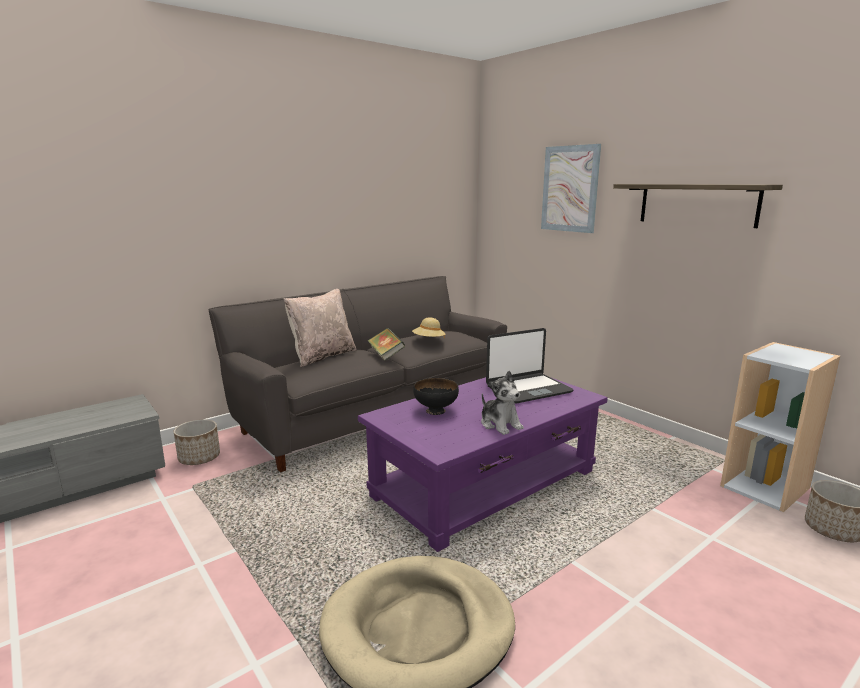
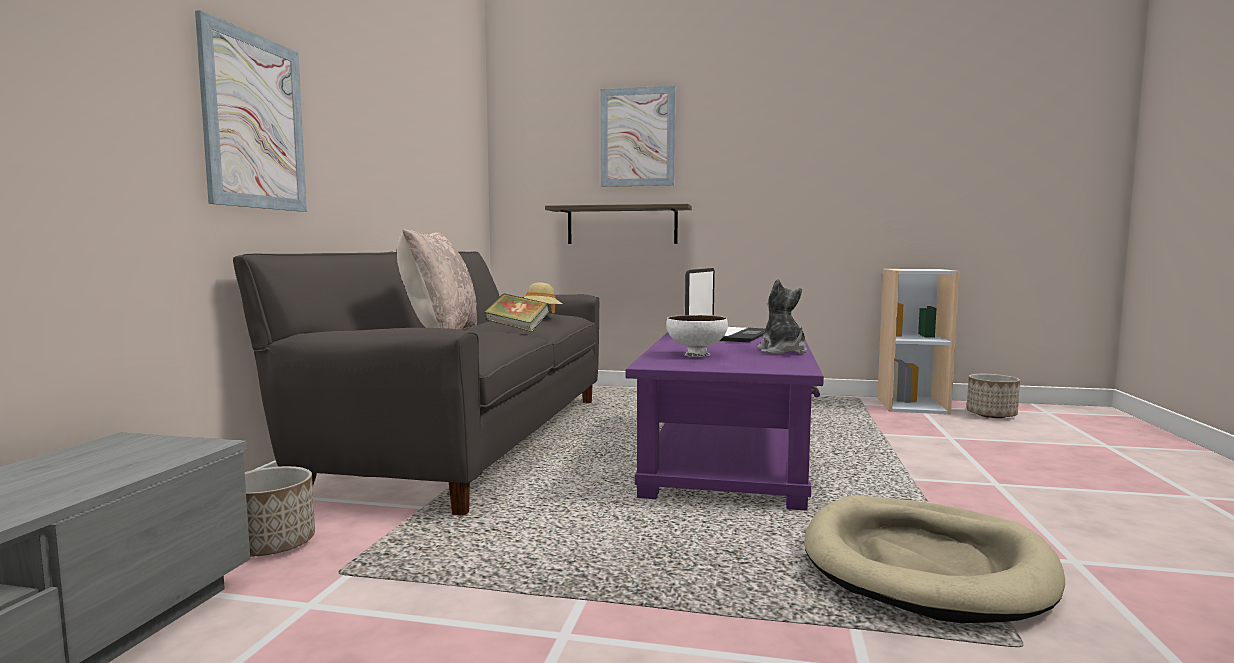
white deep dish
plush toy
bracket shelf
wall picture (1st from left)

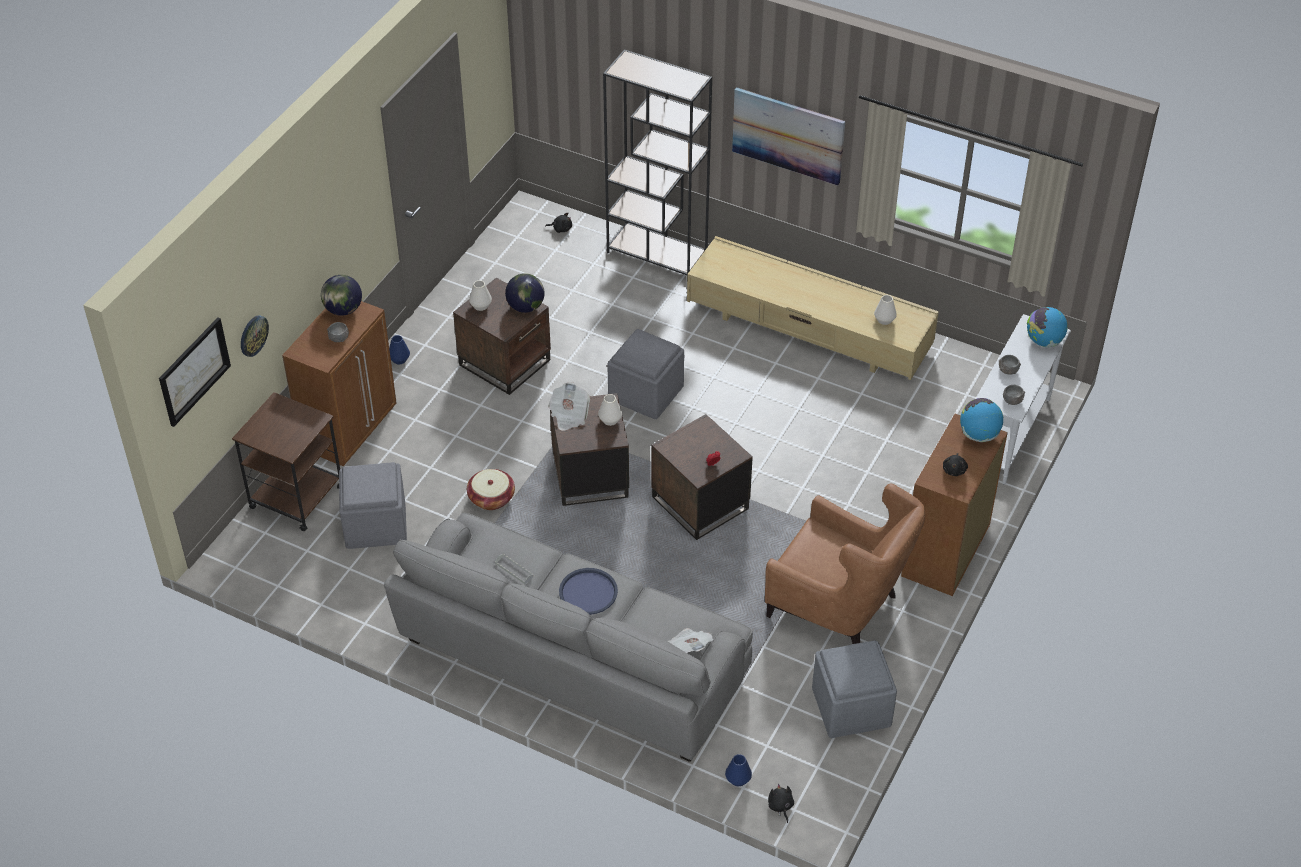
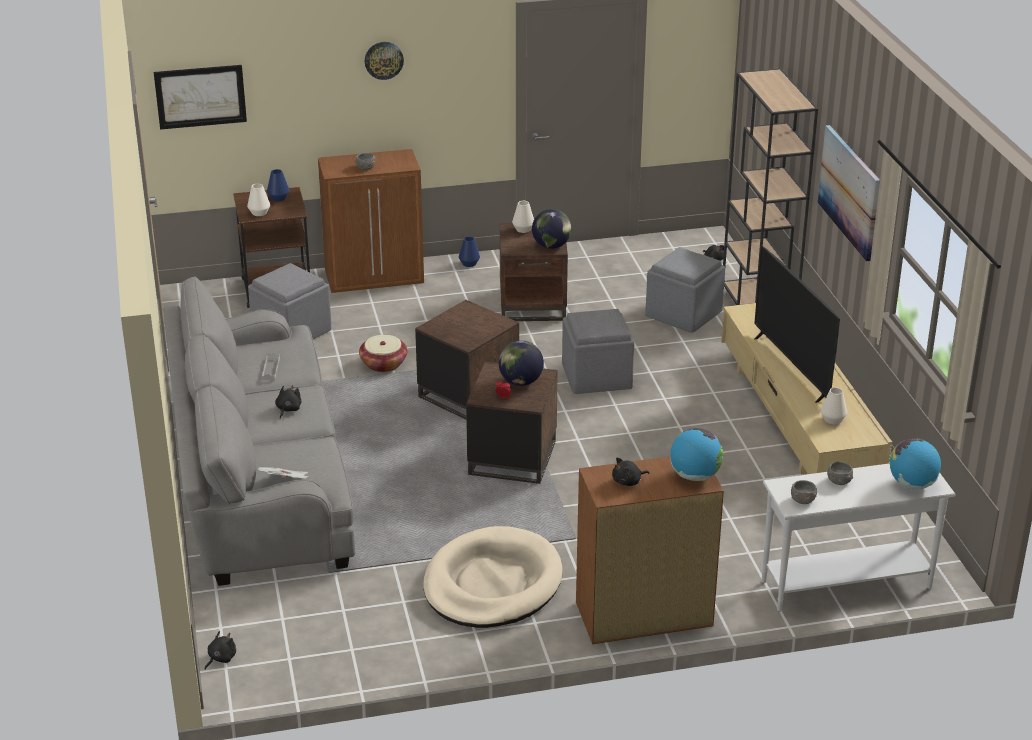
clock on the wall
globe (1st from left)
newspaper (1st from left in the first image)
black plush toy (2nd from left)
white decorative vase (1st from left)
bluish decorative vase (1st from left)
beige-coloured pet bed
grey pouffe (3rd from left)
television

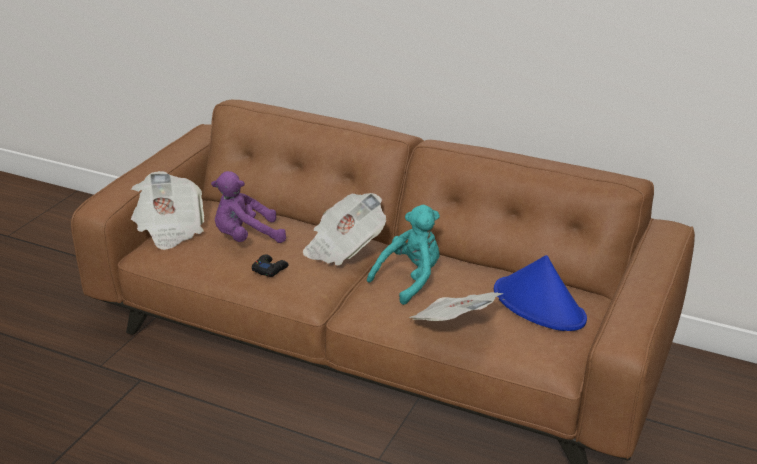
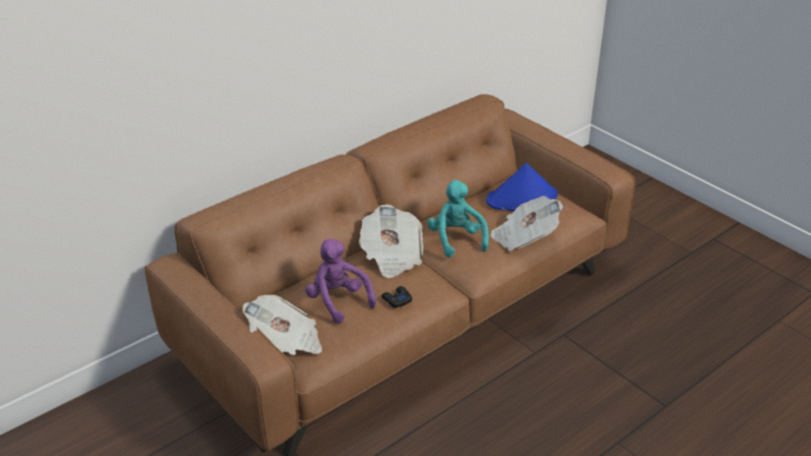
purple-coloured plush toy

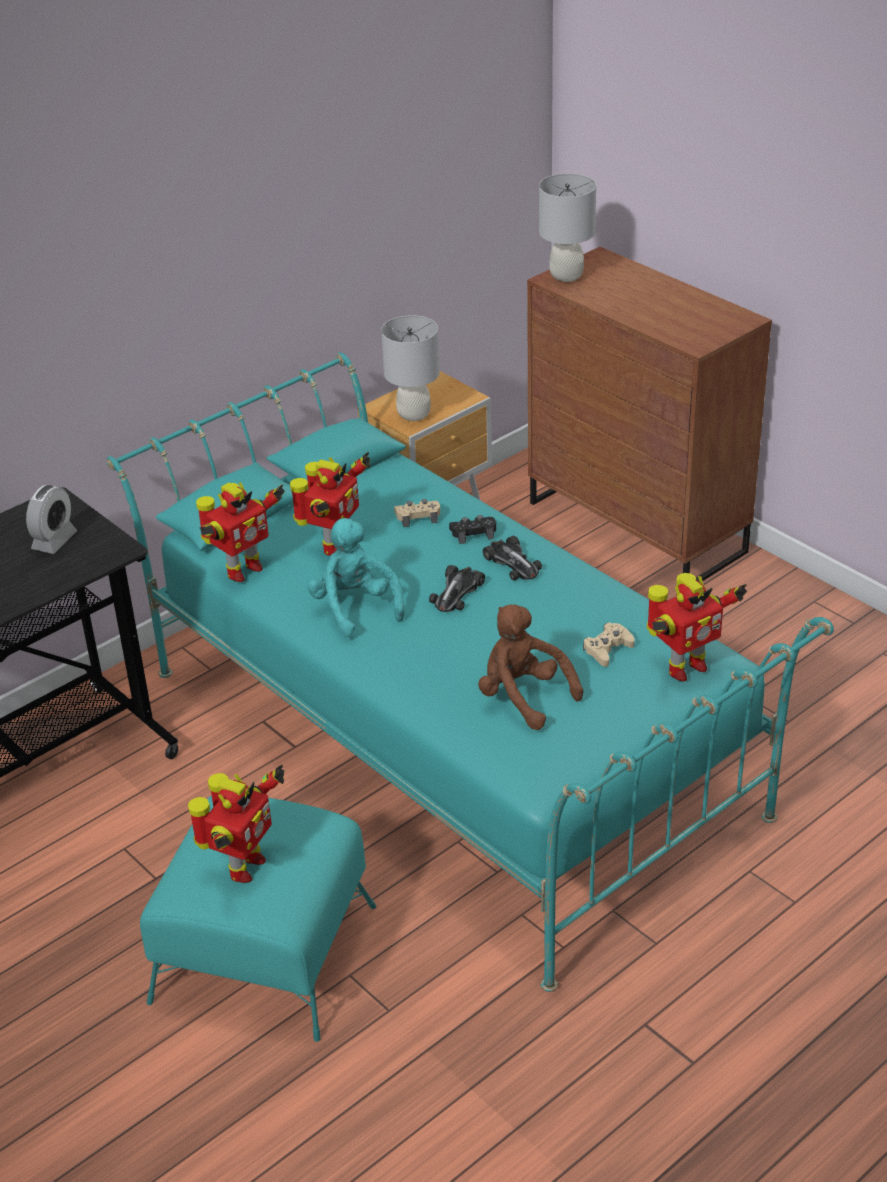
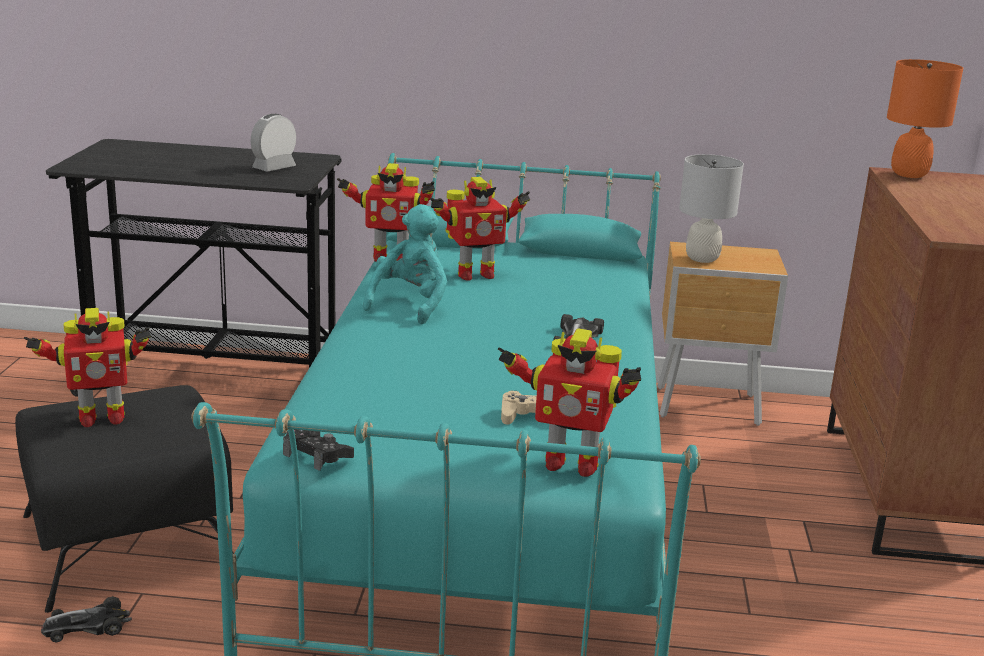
table clock
black pouffe
beige-coloured gamepad (1st from left in the first image)
toy car (1st from left)
black gamepad
brown-coloured plush toy
orange-coloured lamp for a table

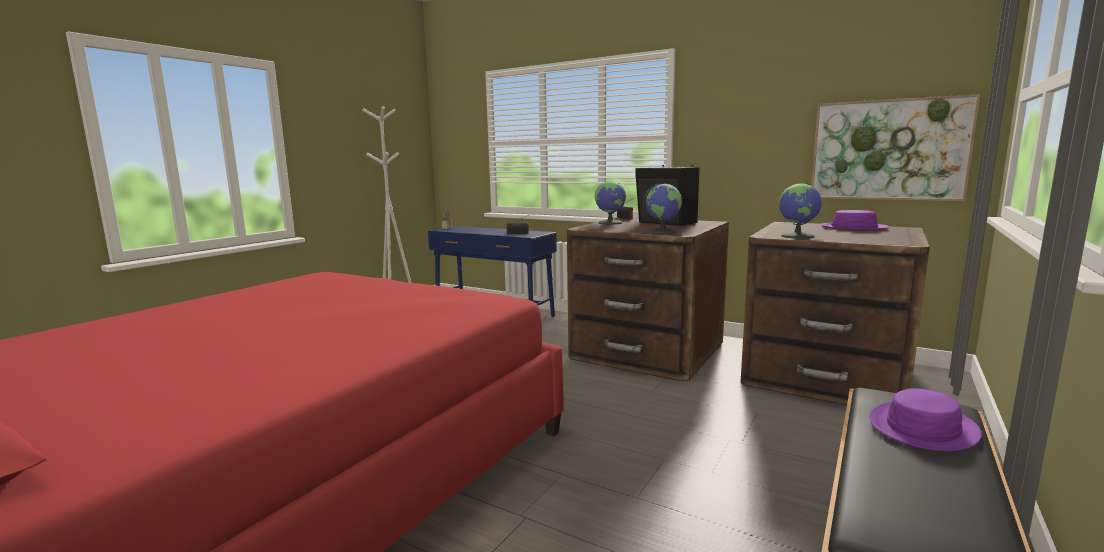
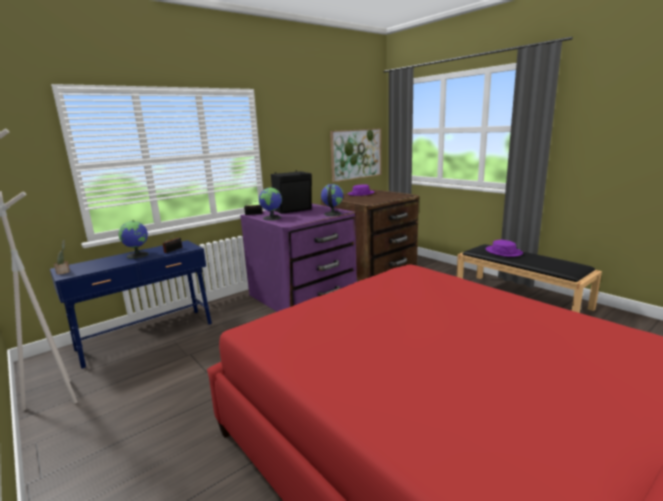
purple-coloured chest of drawers
globe (1st from left)

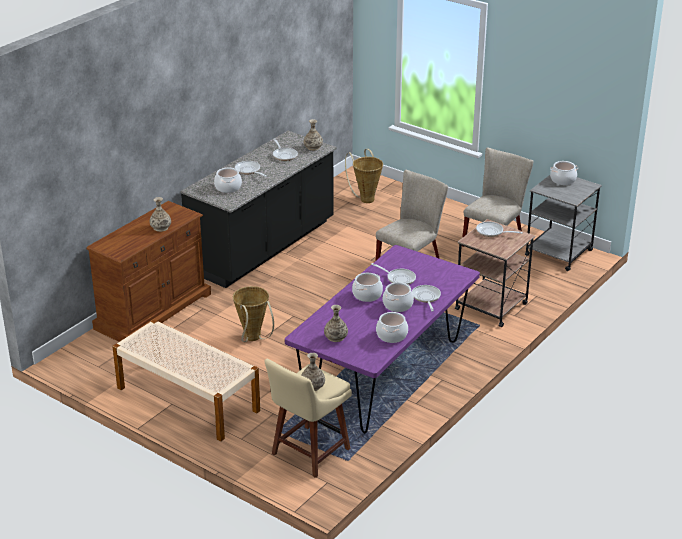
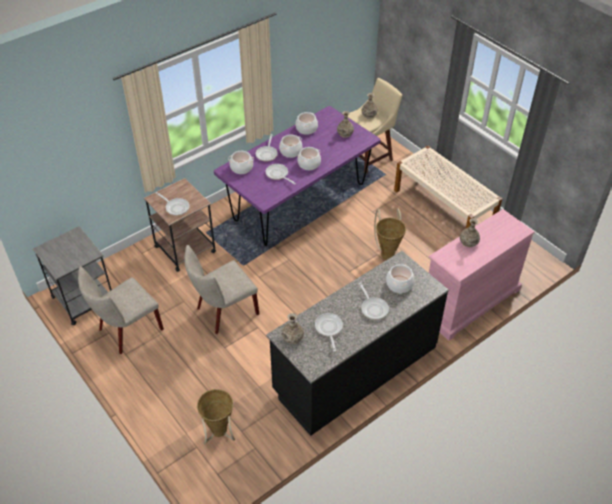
pink-coloured chest of drawers
stockpot (1st from left)

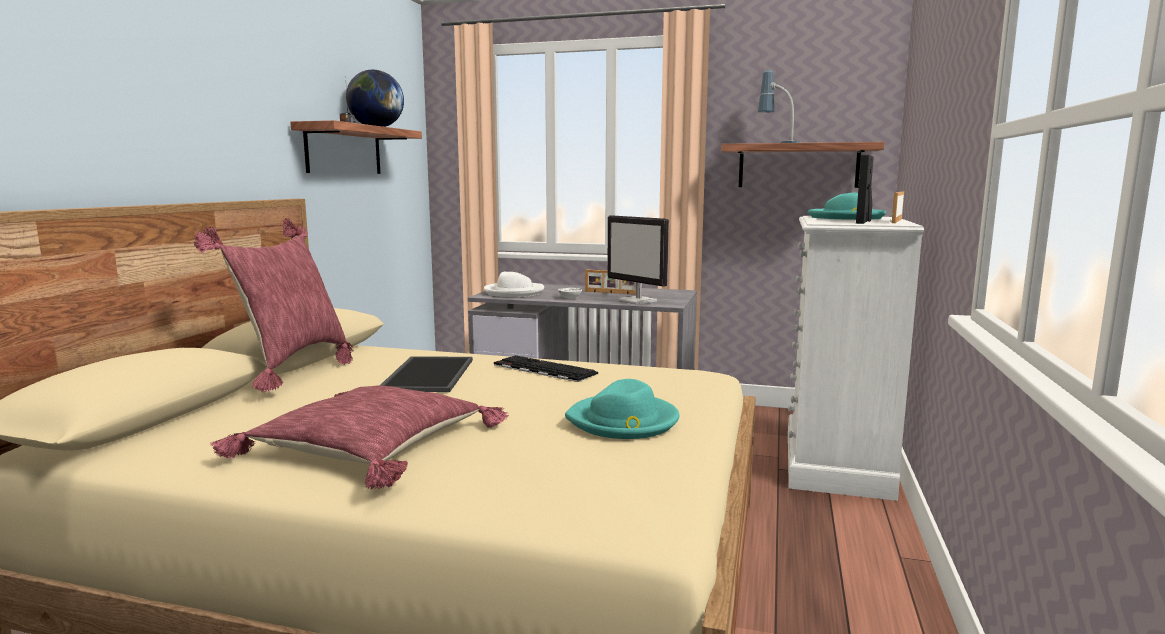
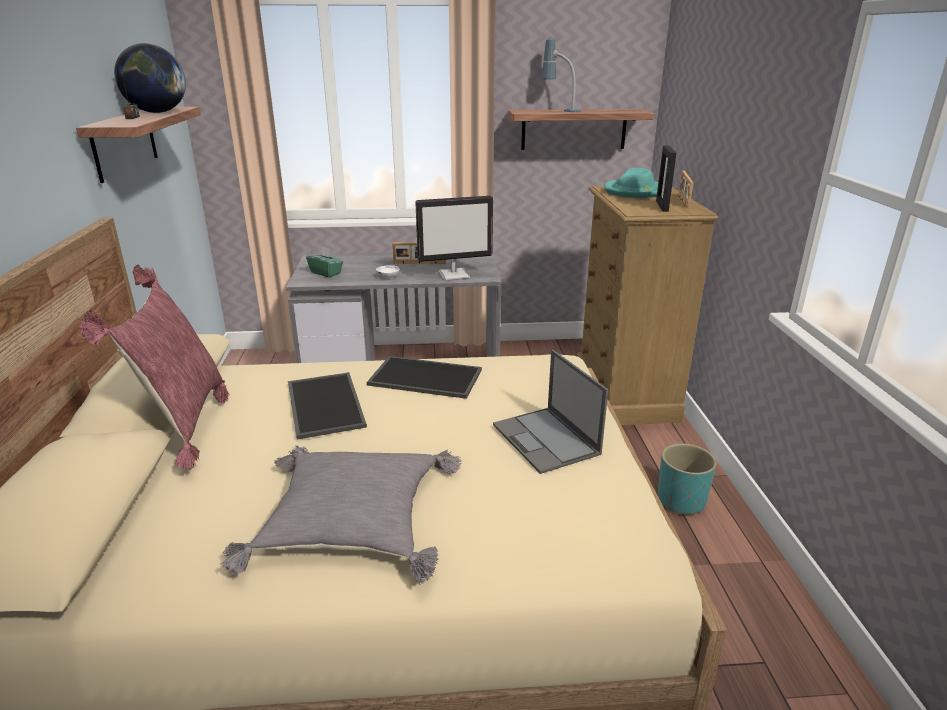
grey cushion
green tissue holder
carrying tray (2nd from left)
laptop
computer screen
brown-coloured chest of drawers
blue-green plant pot

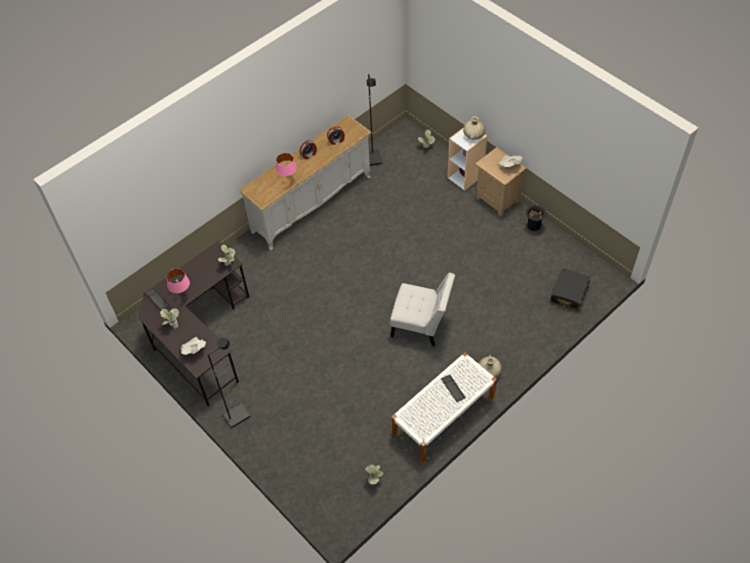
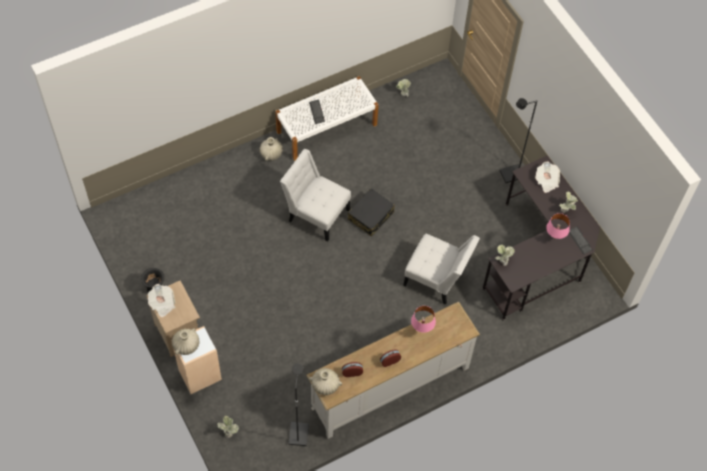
black suitcase
beige-coloured decorative vase (3rd from left)
white chair (2nd from left)

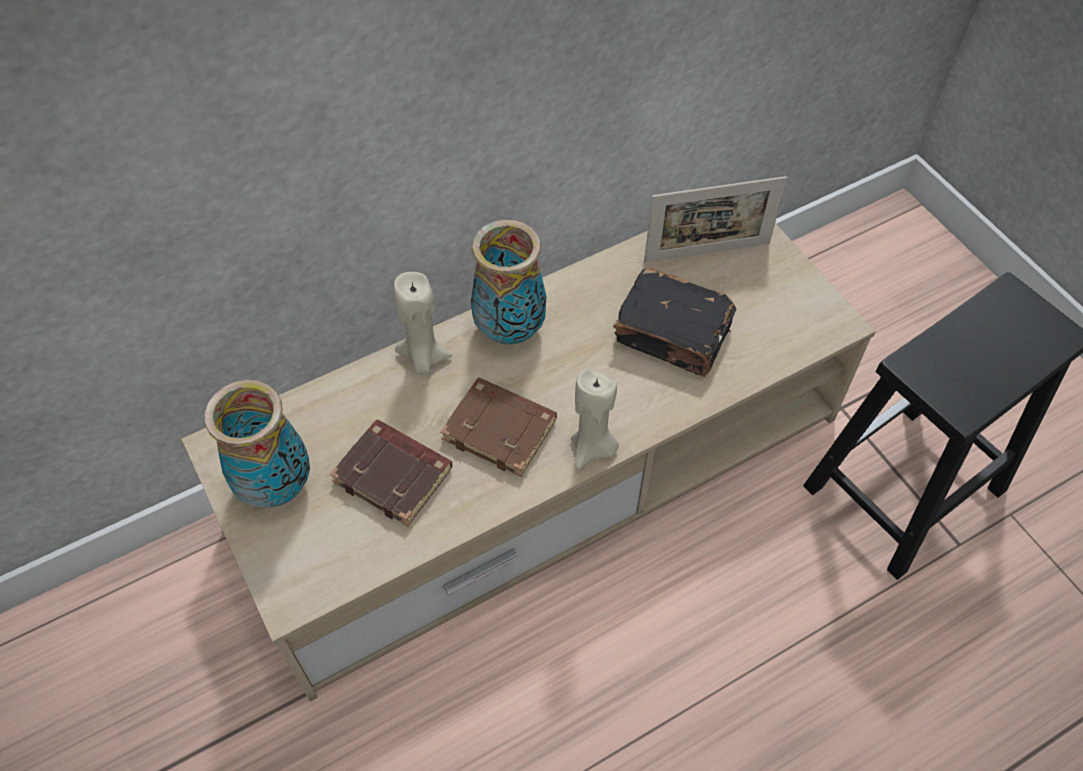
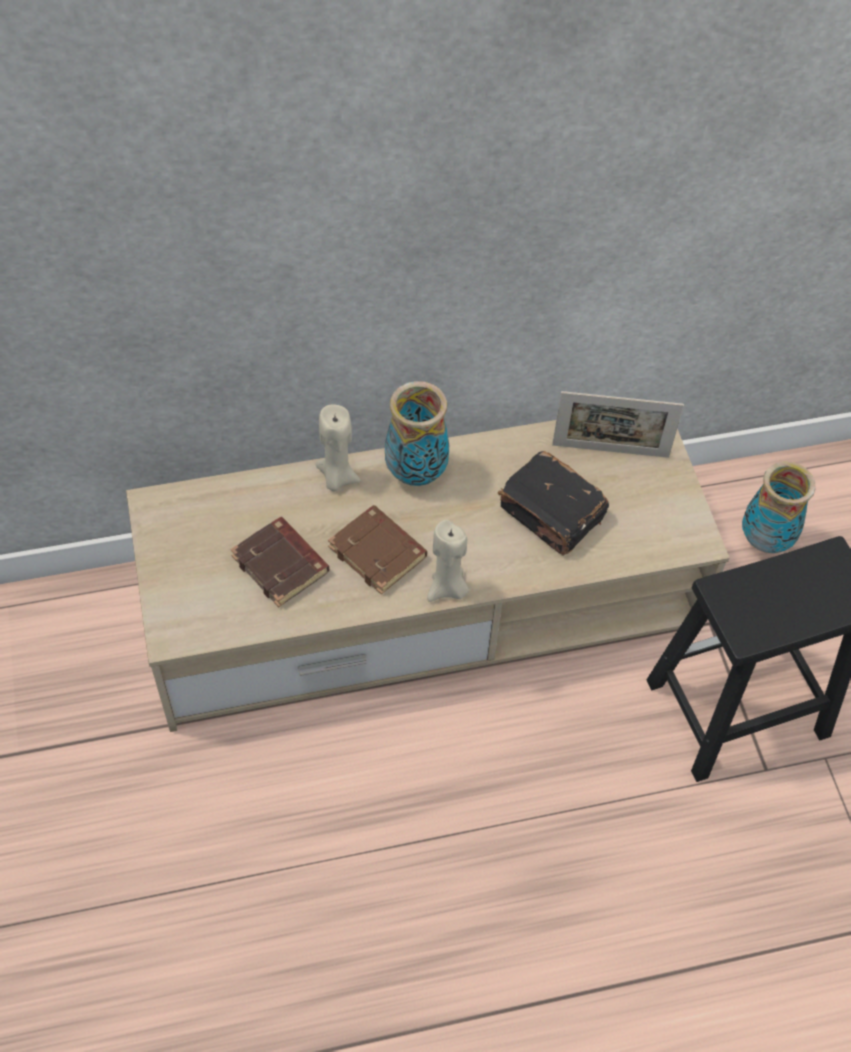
decorative vase (2nd from left)

